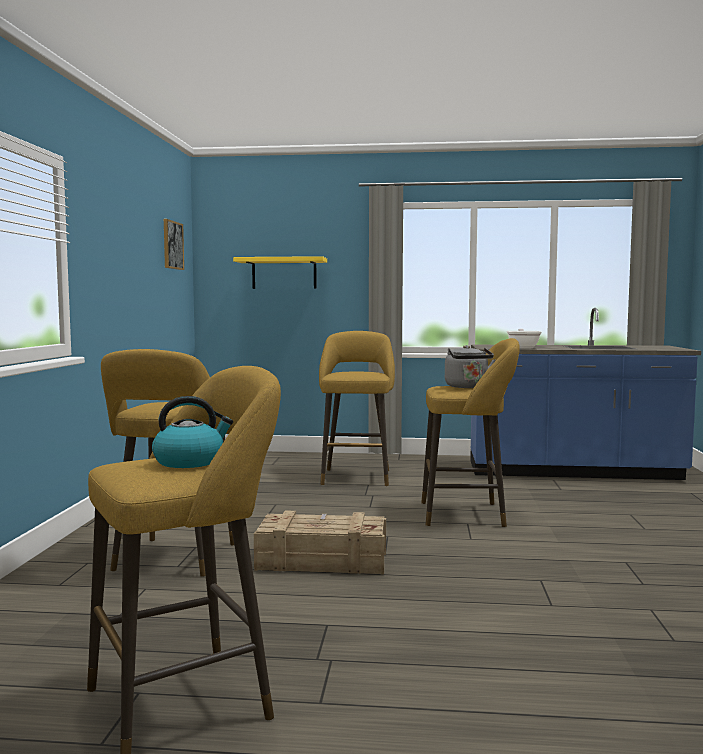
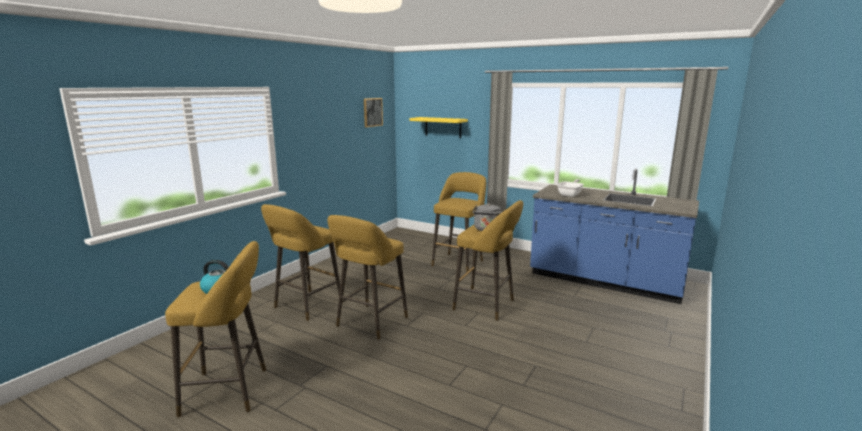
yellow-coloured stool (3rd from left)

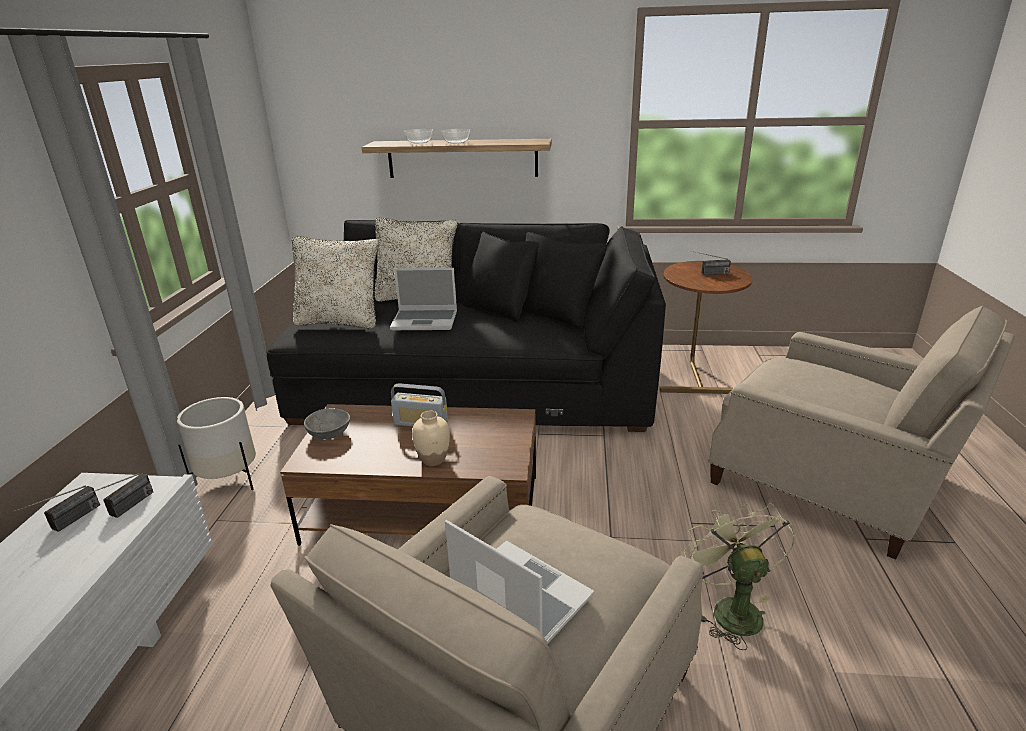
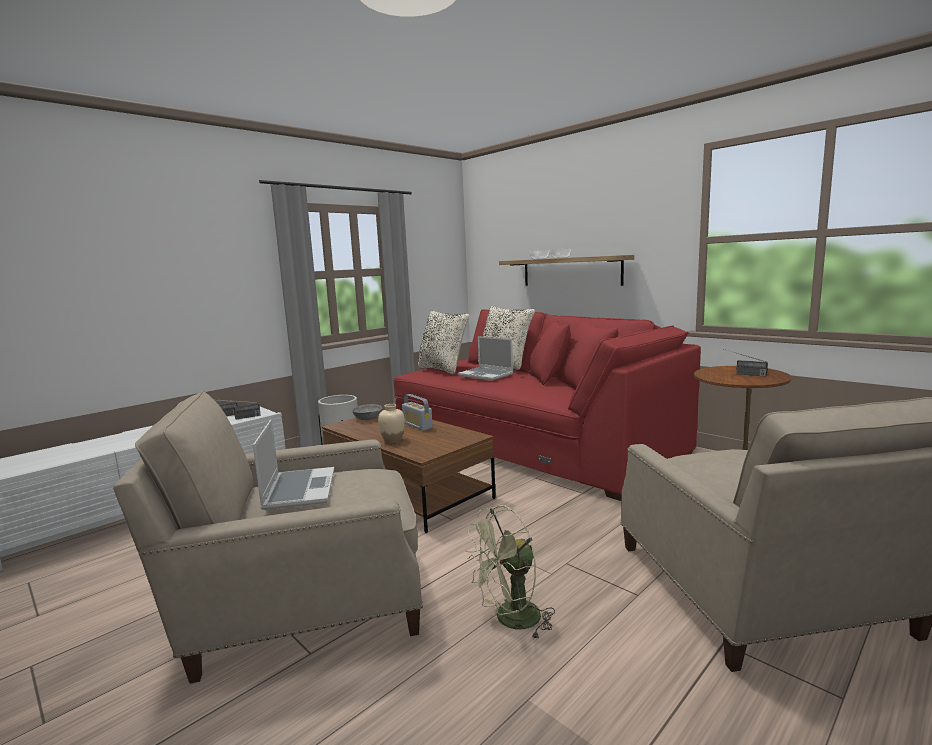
red settee
green electric fan

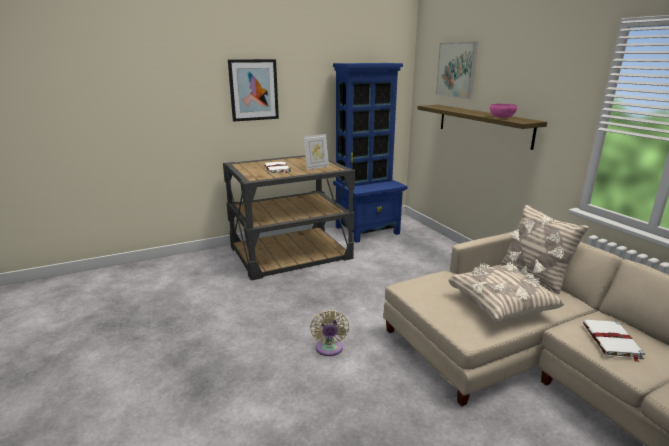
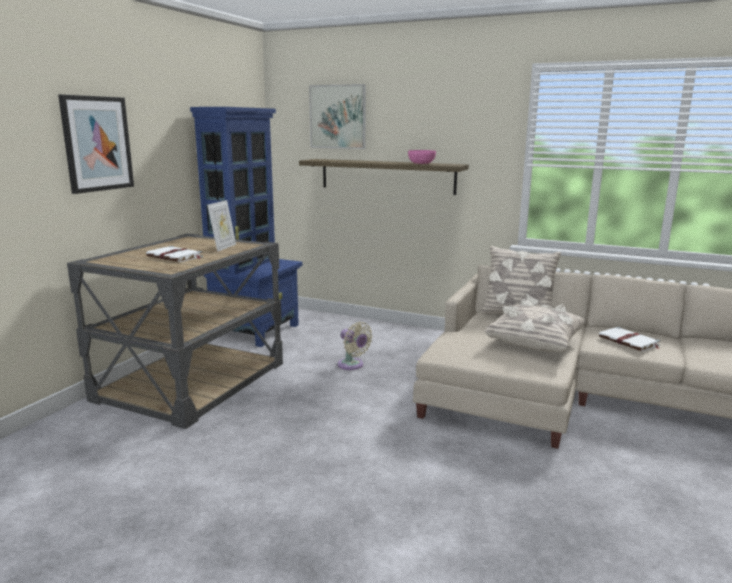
beige-coloured electric fan

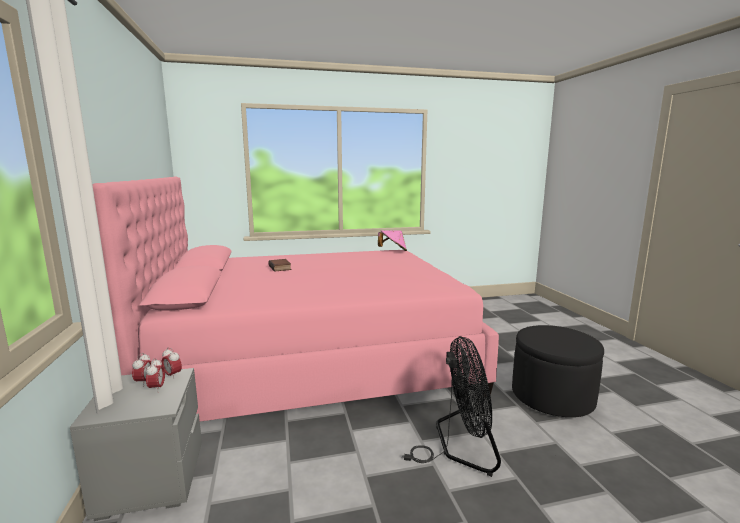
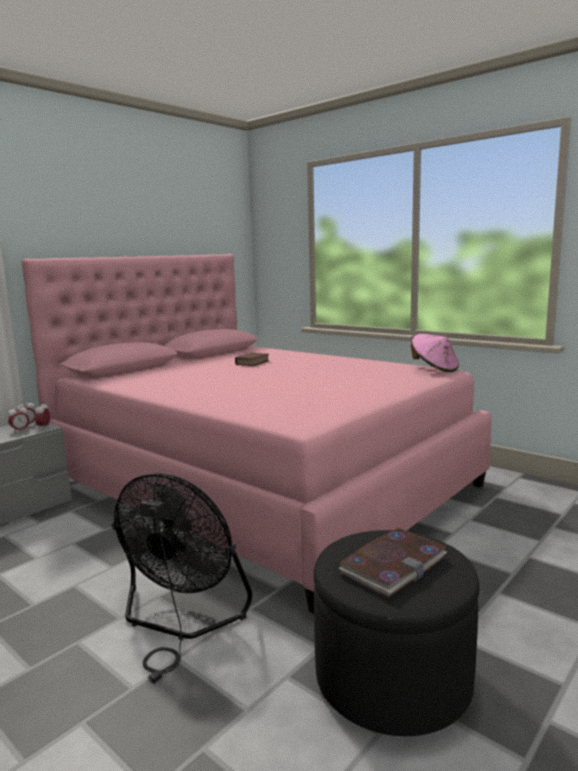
black electric fan
book (2nd from left)

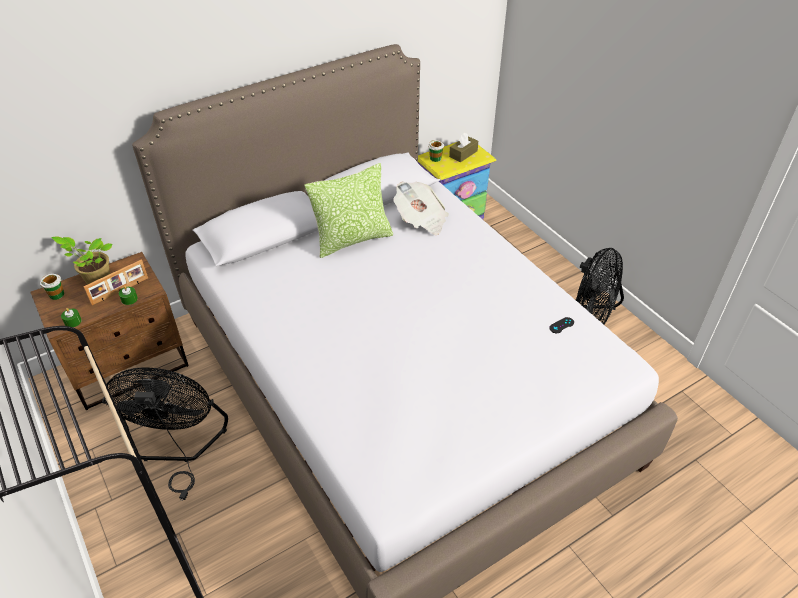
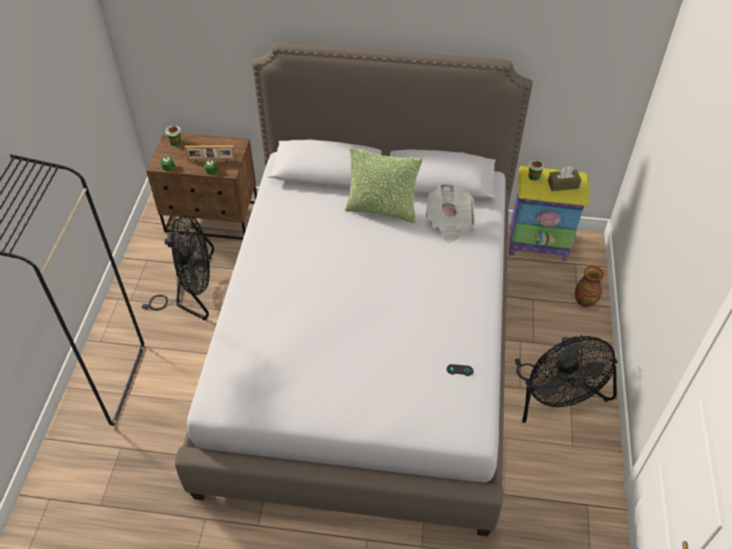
houseplant
black electric fan (1st from left)
decorative vase

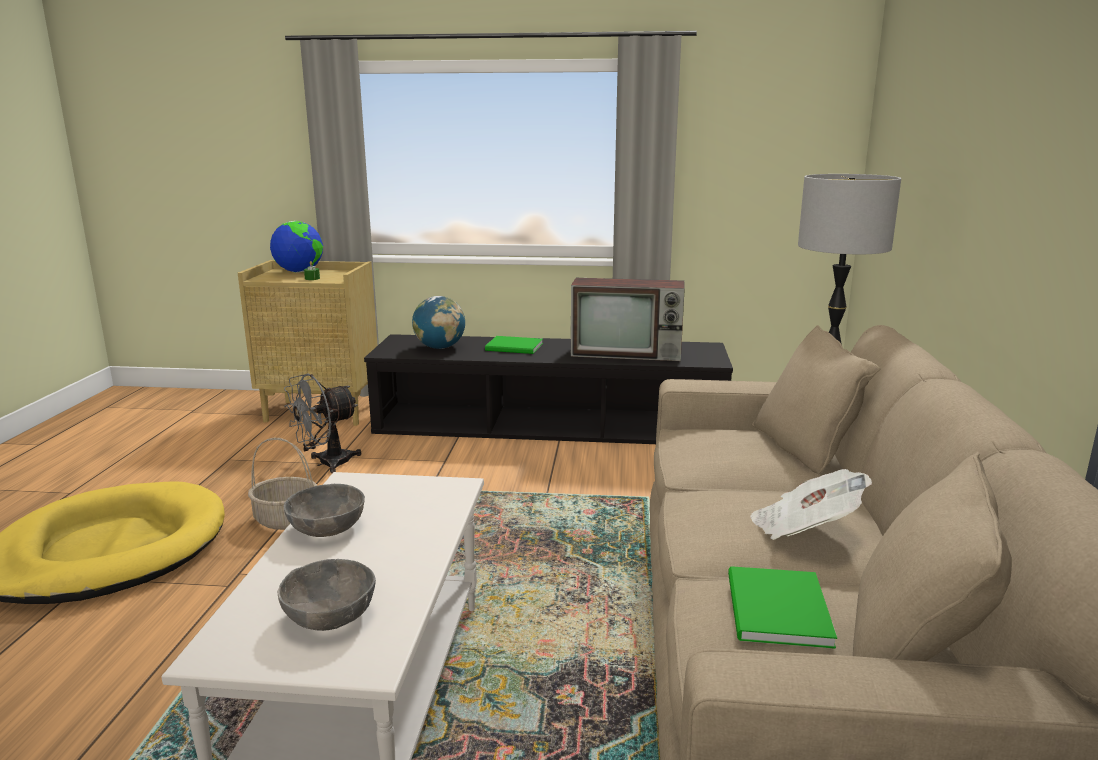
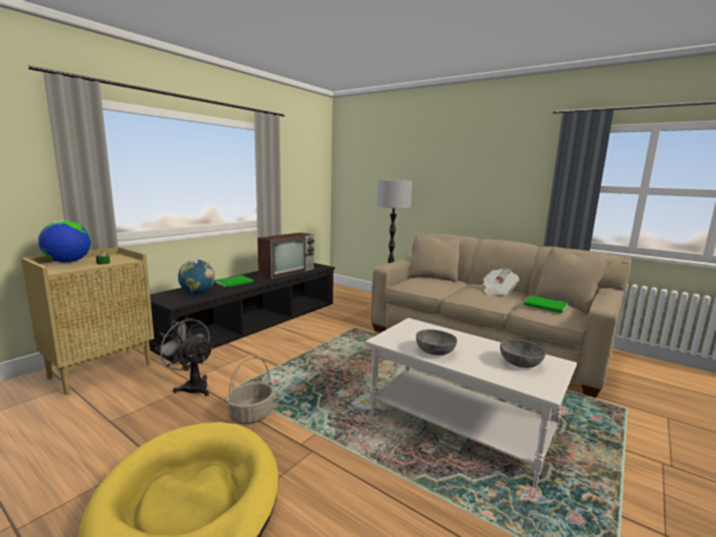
grey electric fan

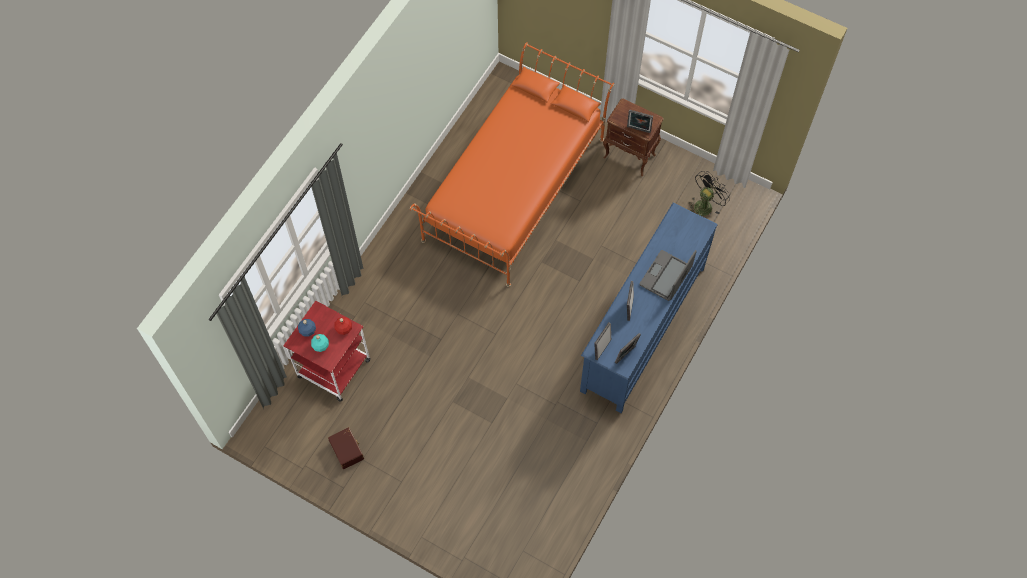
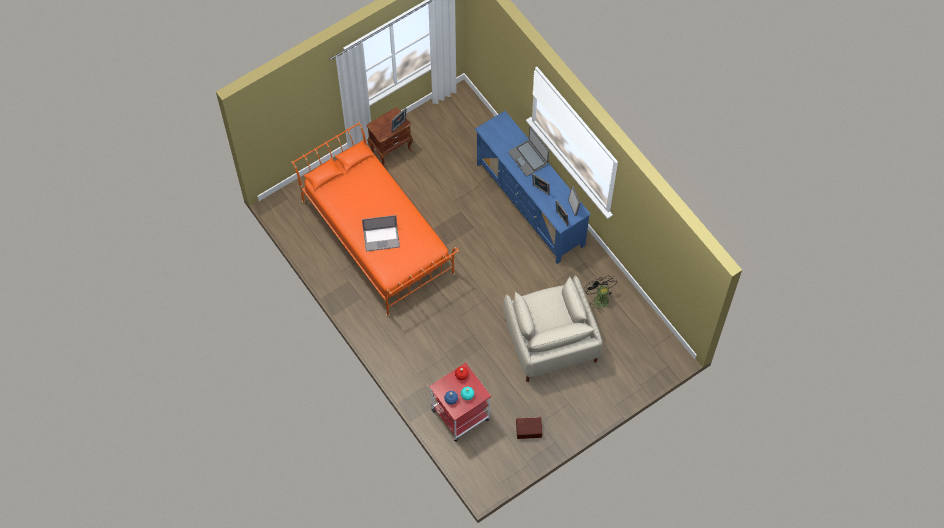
black electric fan
laptop (1st from left)
beige-coloured lounge chair

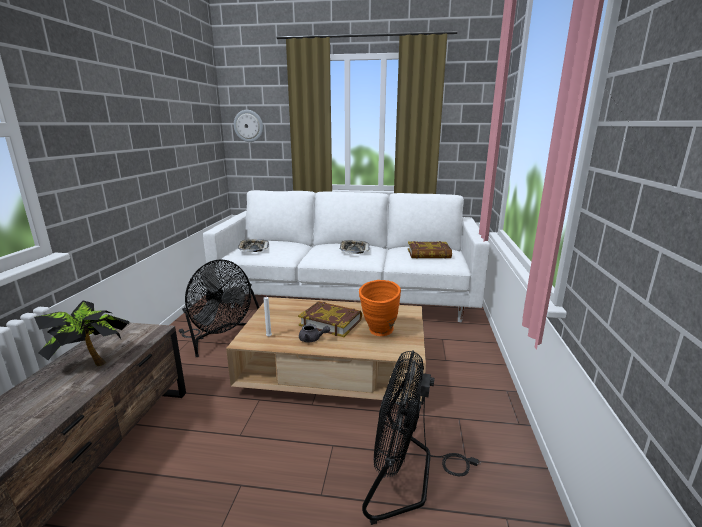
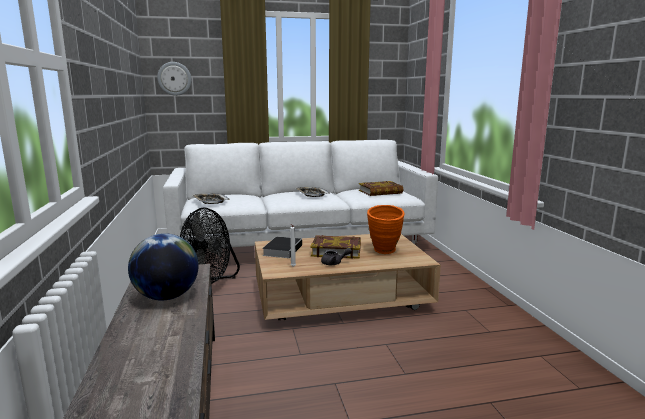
globe
black electric fan (2nd from left in the first image)
book (1st from left)

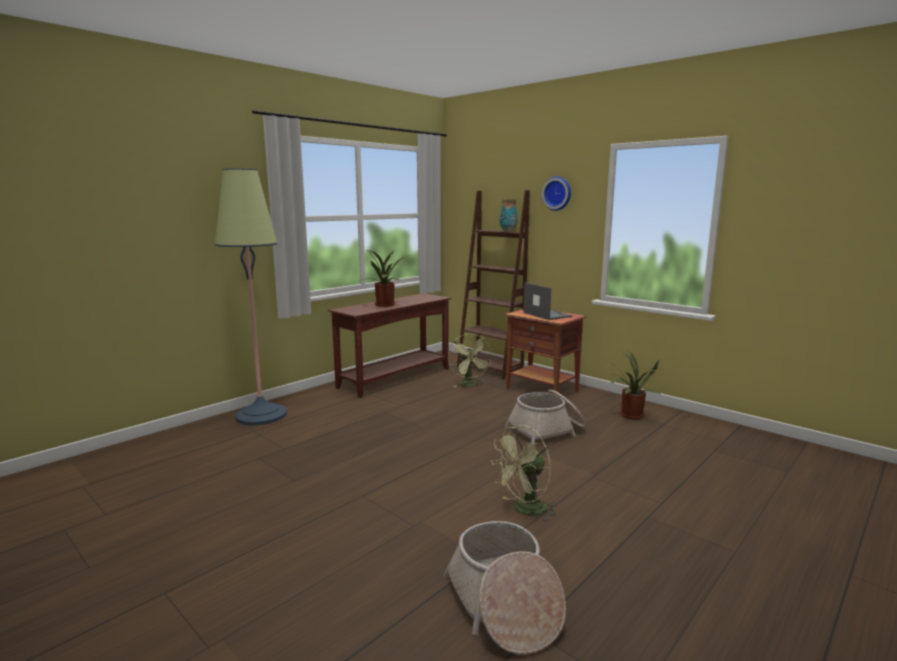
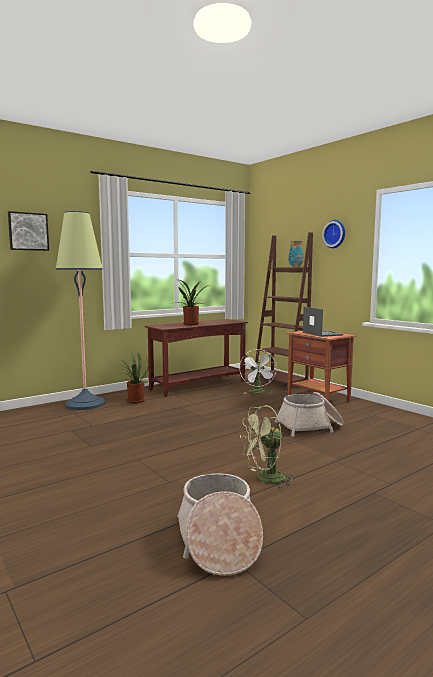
white electric fan
houseplant (1st from left)
wall picture

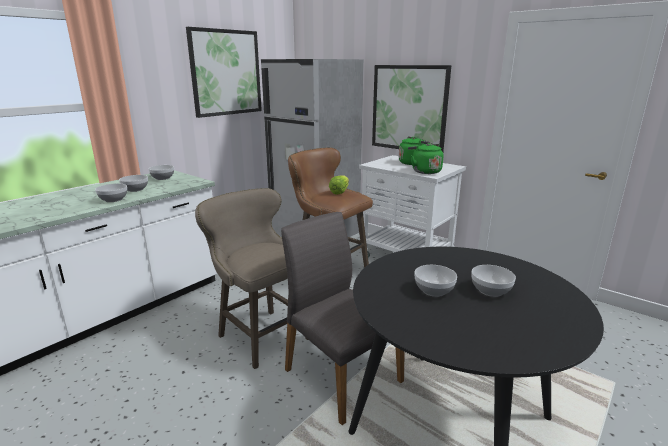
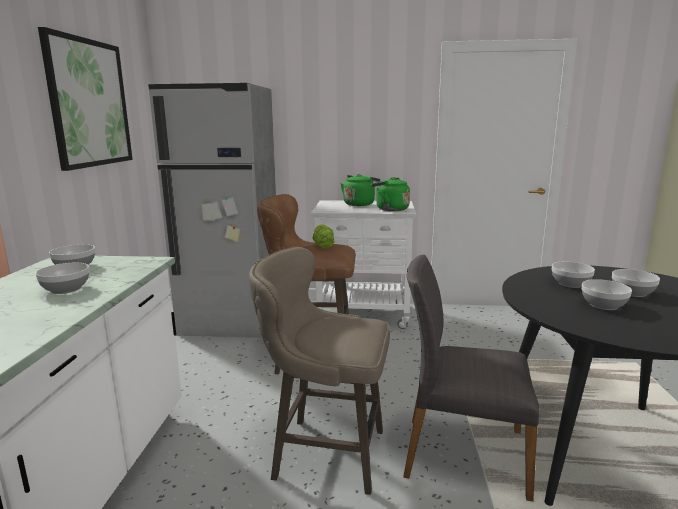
deep dish (3rd from left)
wall picture (2nd from left in the first image)

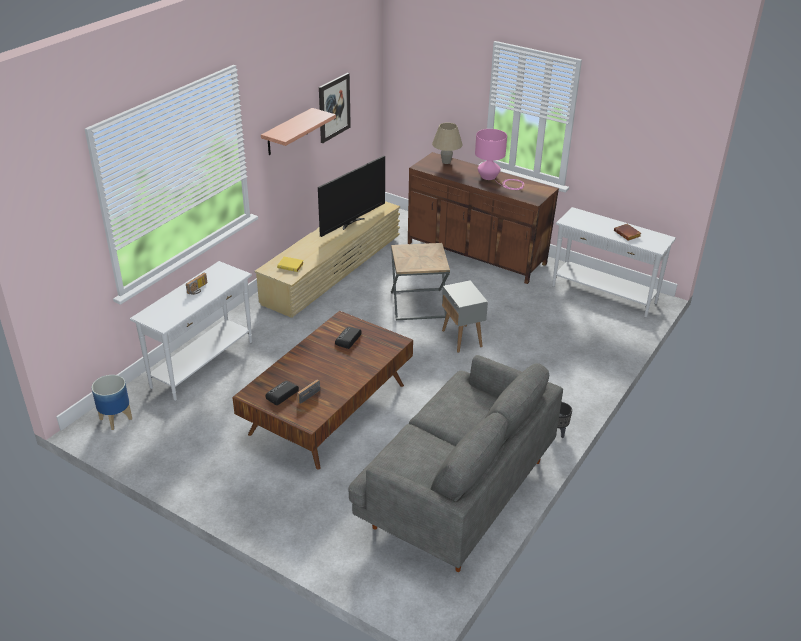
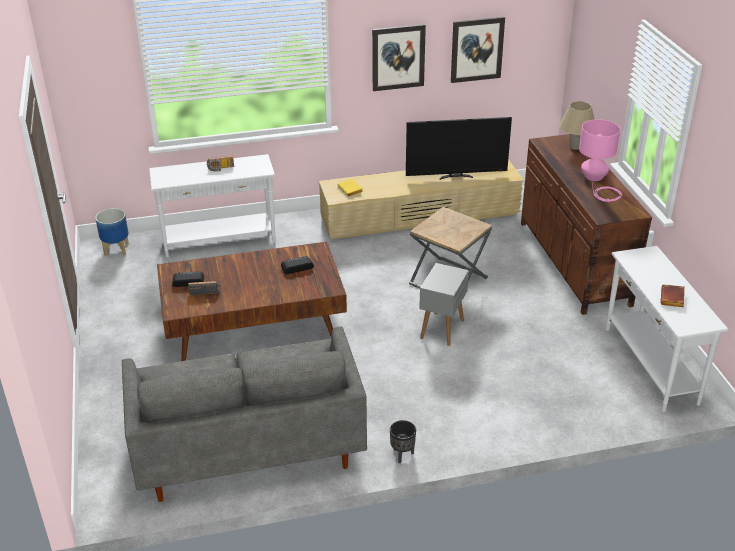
wall picture (1st from left)

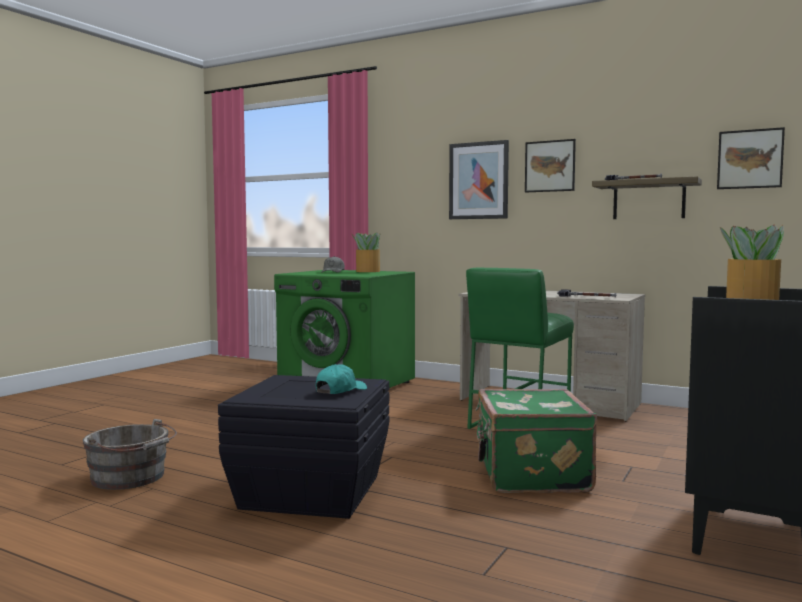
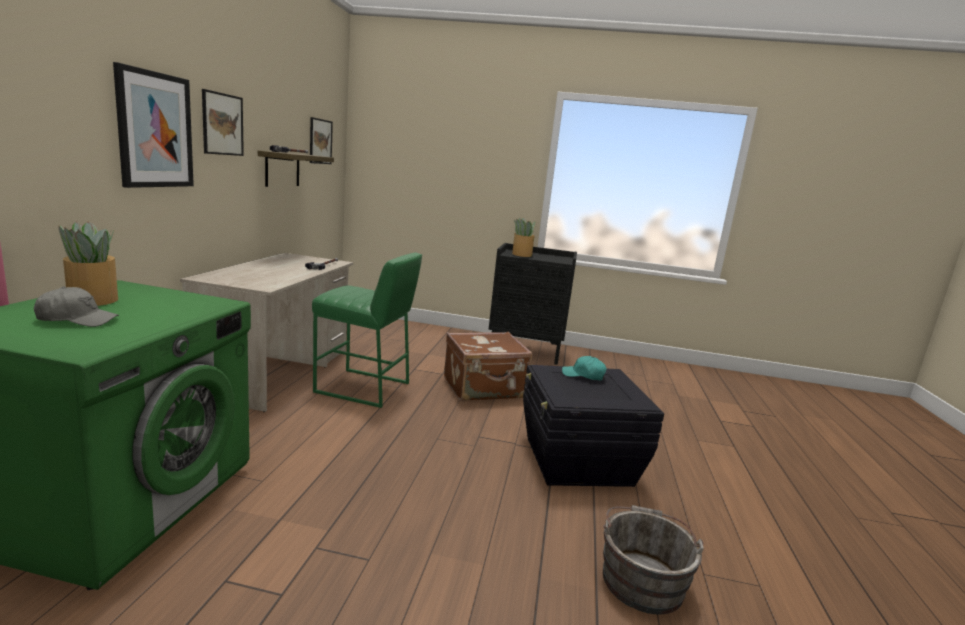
brown-coloured suitcase

